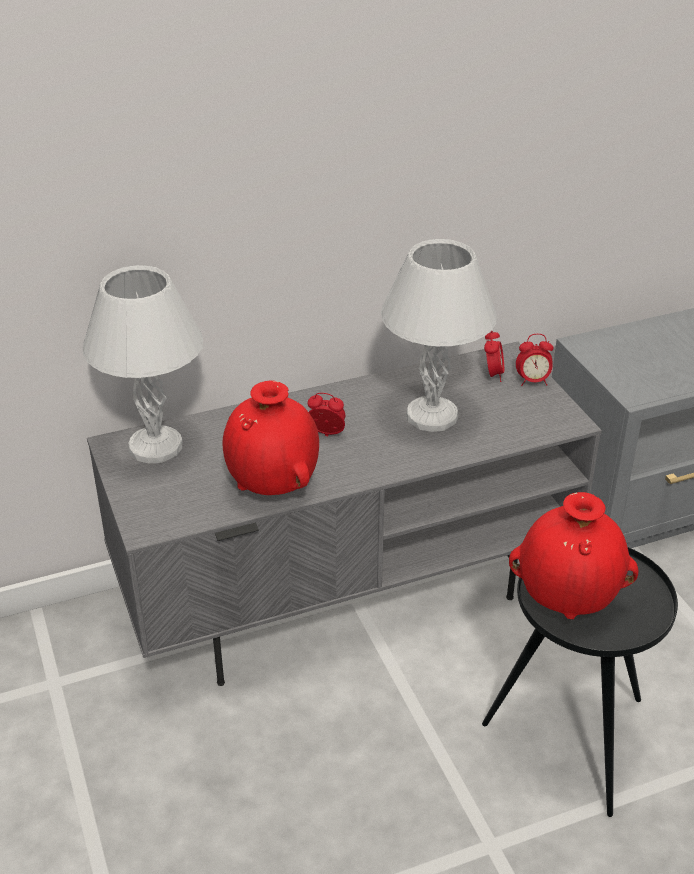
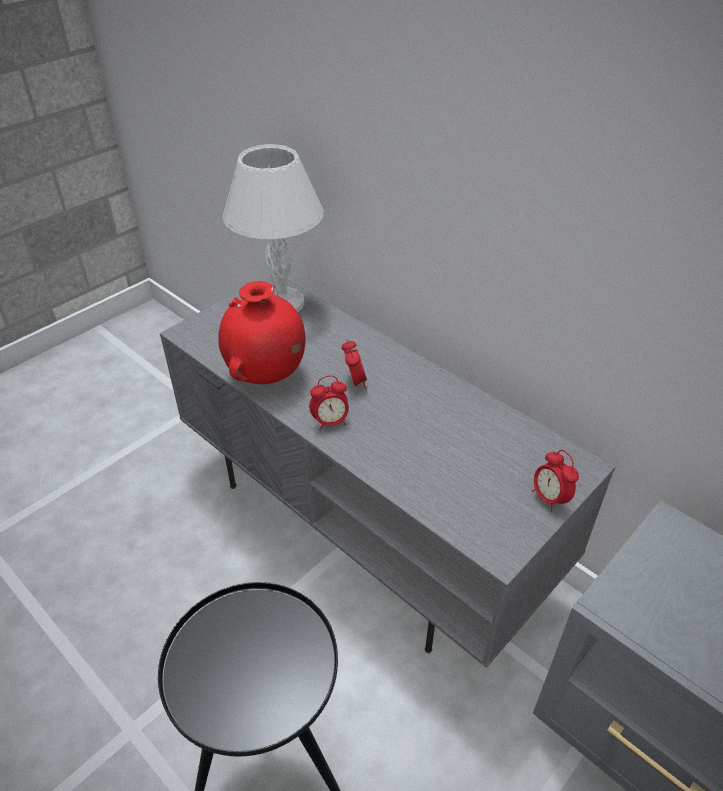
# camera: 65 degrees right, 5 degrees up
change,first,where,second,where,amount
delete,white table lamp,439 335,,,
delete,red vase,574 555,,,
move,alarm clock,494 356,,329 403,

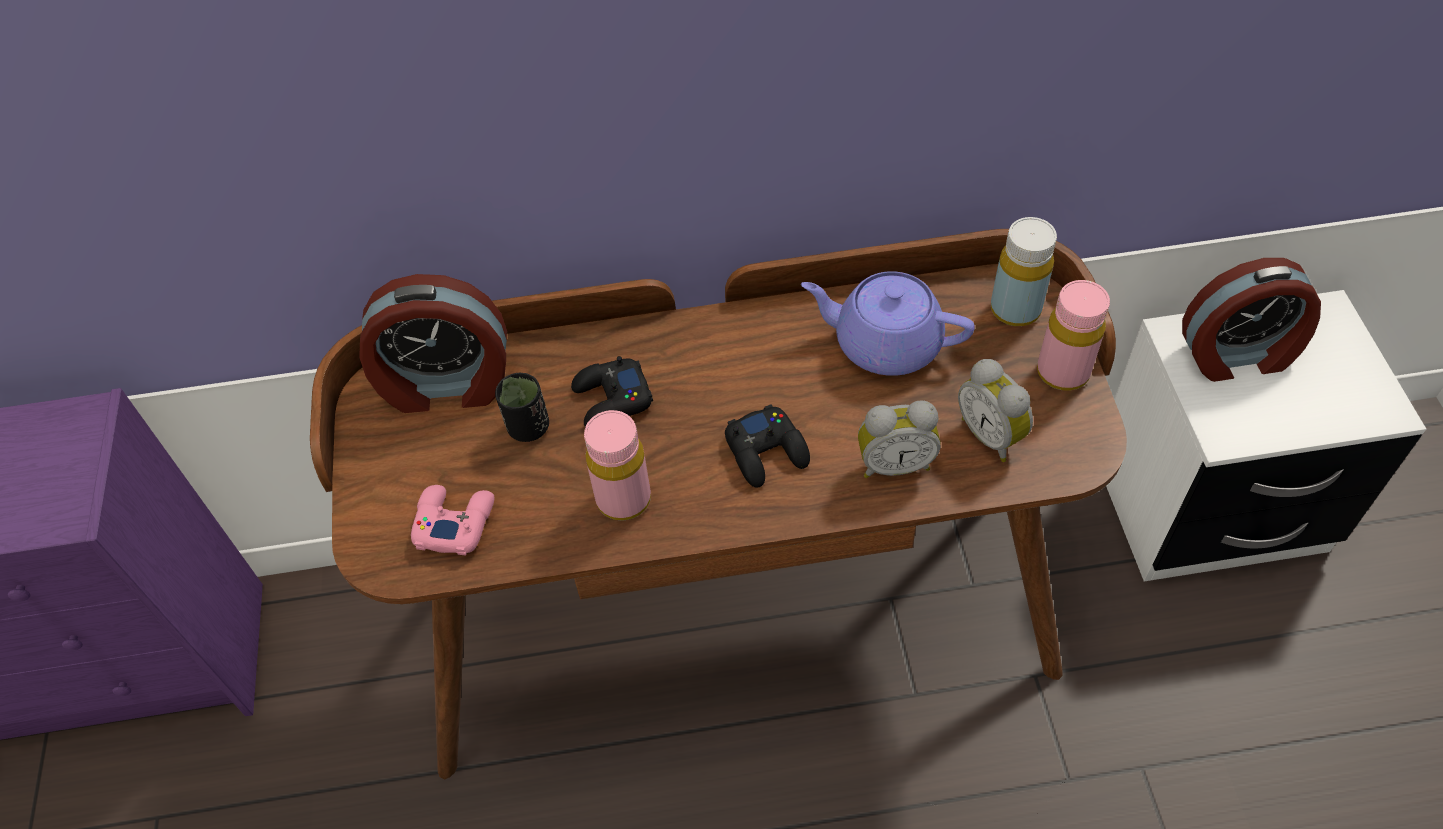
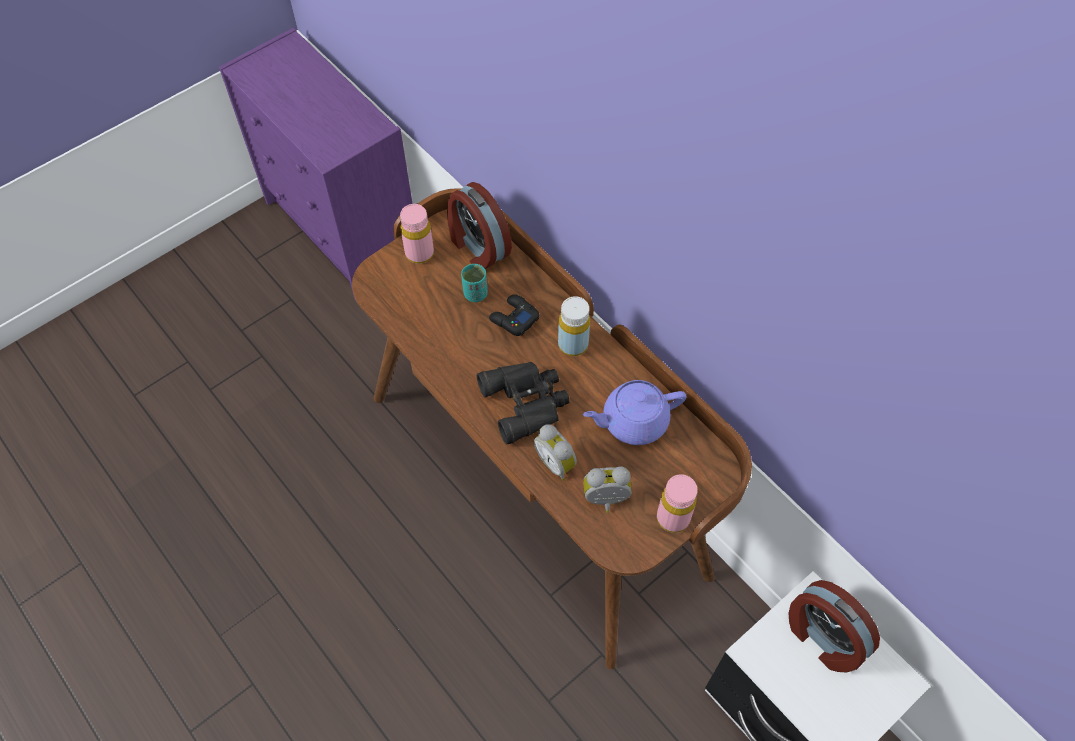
# camera: 55 degrees right, 5 degrees up
change,first,where,second,where,amount
delete,pink game controller,453 520,,,
move,pink bottle,617 465,,417 234,
move,yellow bottle,1024 271,,574 326,
replace,black game controller,767 446,black binoculars,523 403,
recolor,black cup,522 407,turquoise cup,474 283,
rotate,purple teapot,888 323,,634 412,90 degrees counterclockwise
rotate,alarm clock,995 410,,607 489,60 degrees clockwise

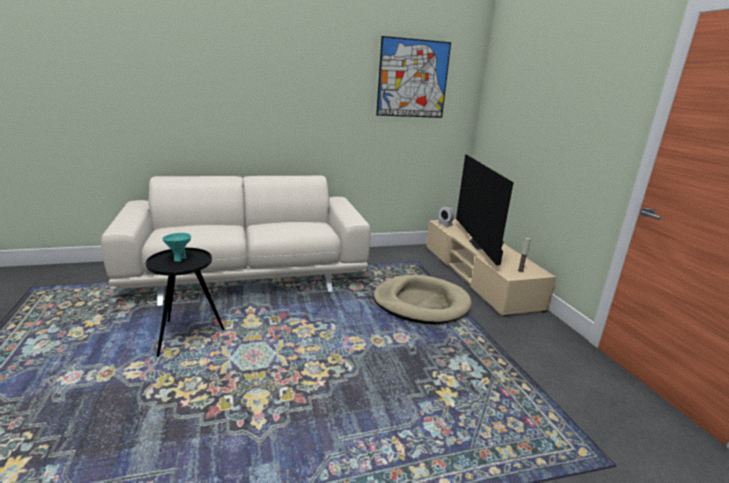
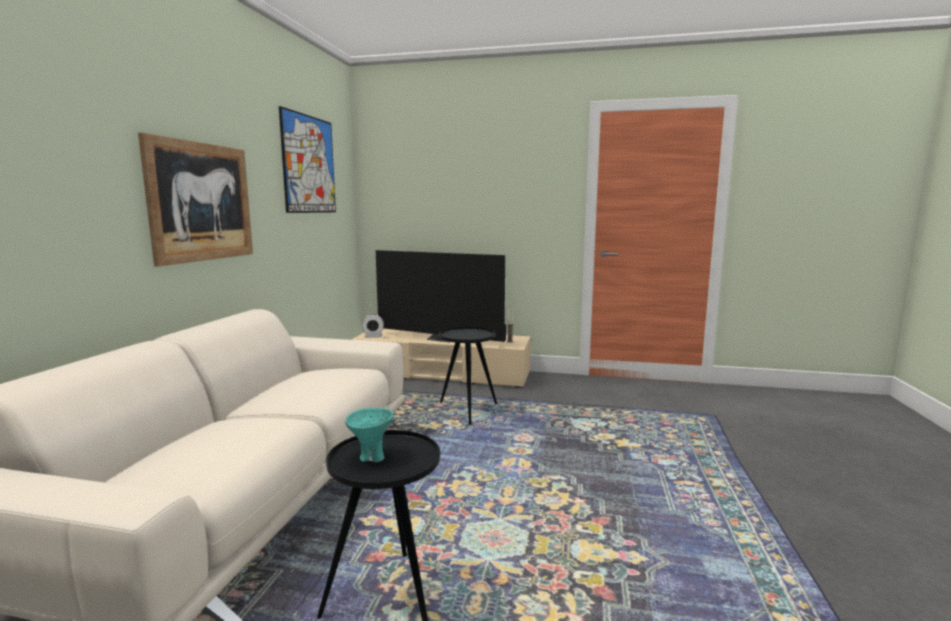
# camera: 60 degrees left, 10 degrees down
change,first,where,second,where,amount
insert,,,picture,195 199,
replace,beige dog bed,422 299,black side table,468 375,

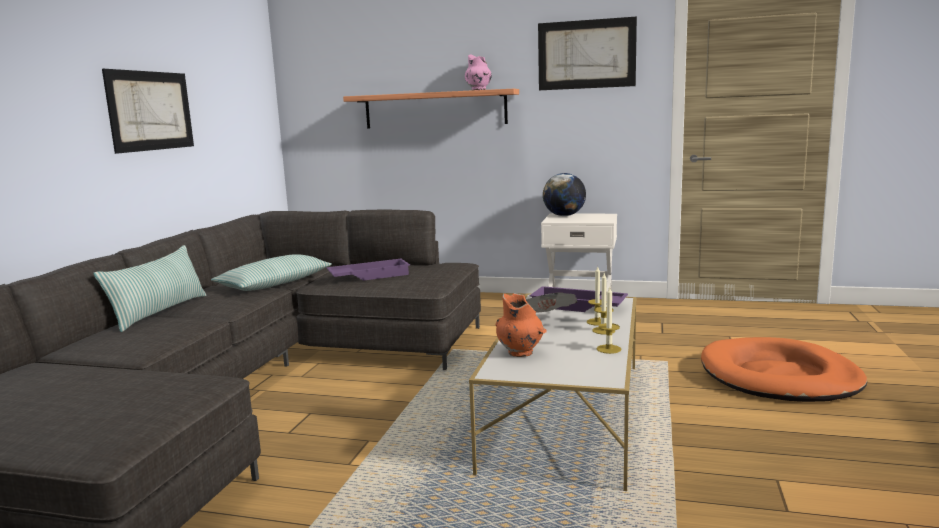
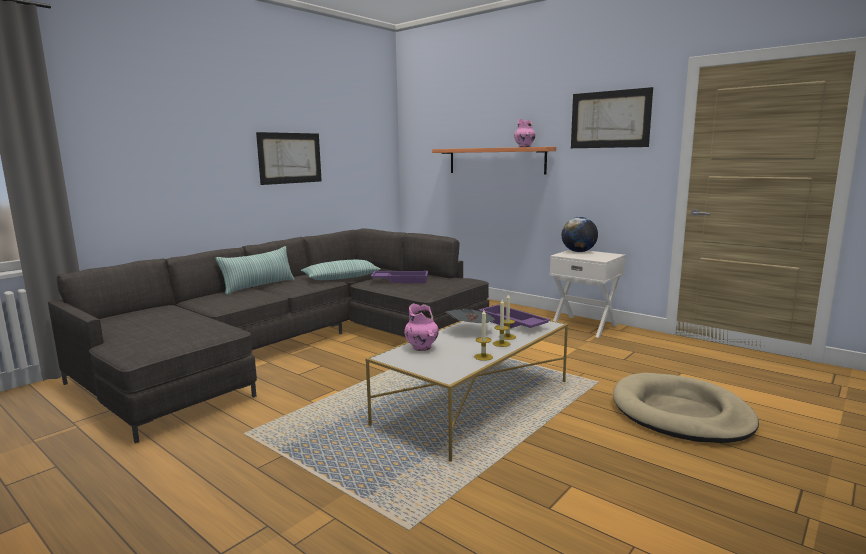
# camera: 25 degrees right, 0 degrees up
change,first,where,second,where,amount
recolor,orange vase,521 325,pink vase,421 327,
recolor,orange dog bed,784 369,beige dog bed,686 408,

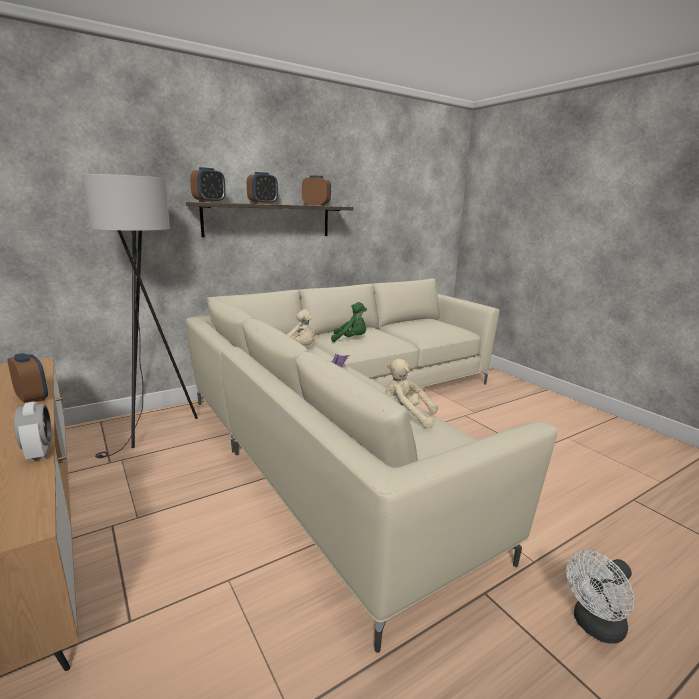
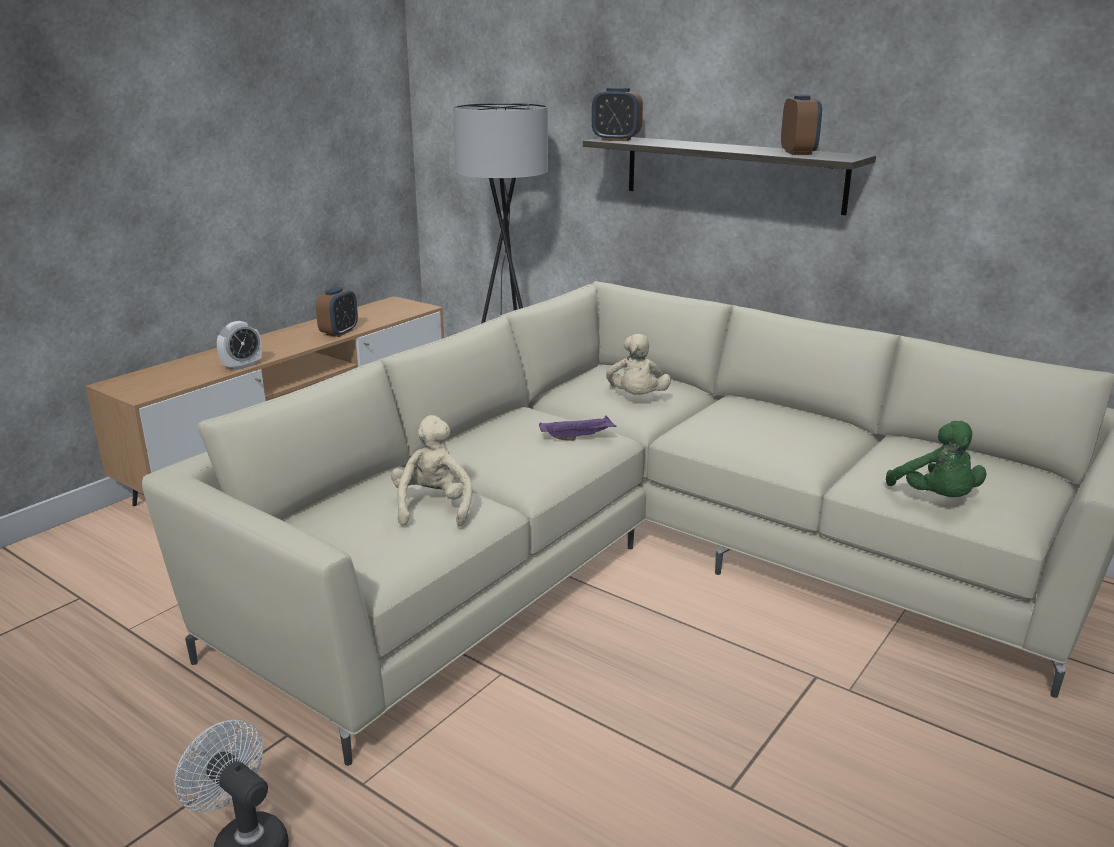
# camera: 70 degrees right, 5 degrees up
change,first,where,second,where,amount
delete,alarm clock,262 188,,,
move,green plush toy,349 322,,936 459,

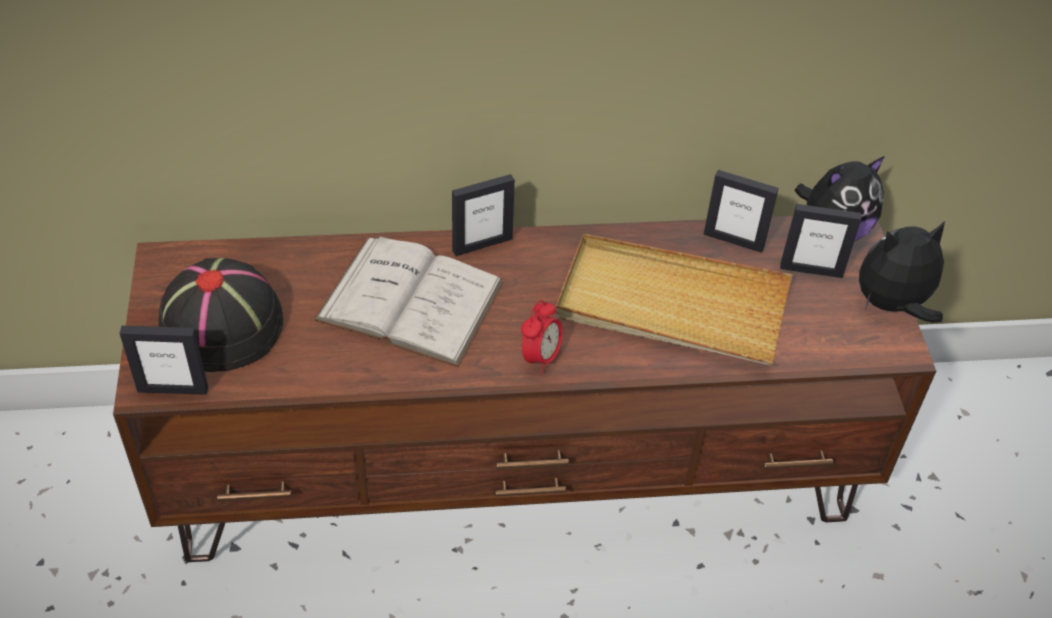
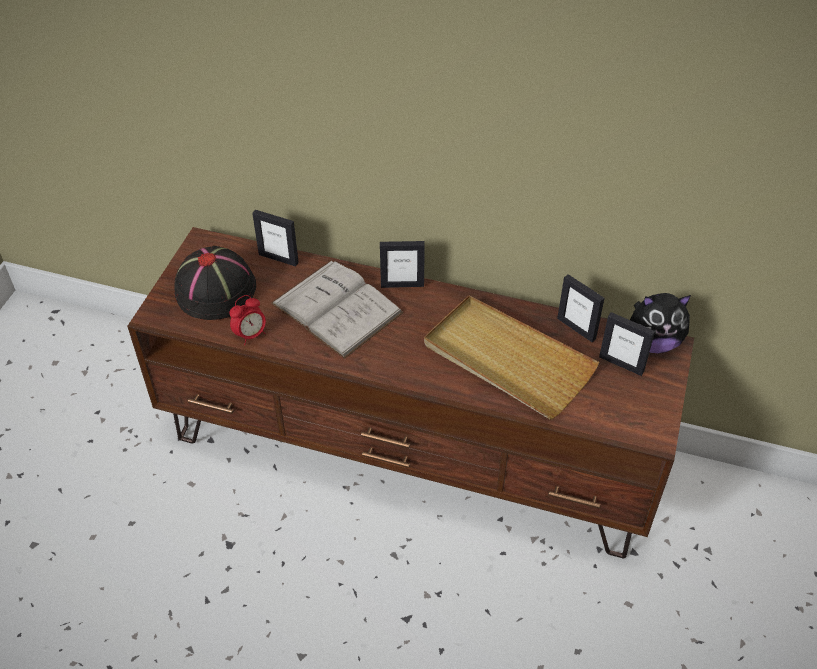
# camera: 25 degrees right, 0 degrees up
change,first,where,second,where,amount
delete,plush toy,902 272,,,
move,picture frame,163 360,,275 238,
move,alarm clock,542 337,,247 320,

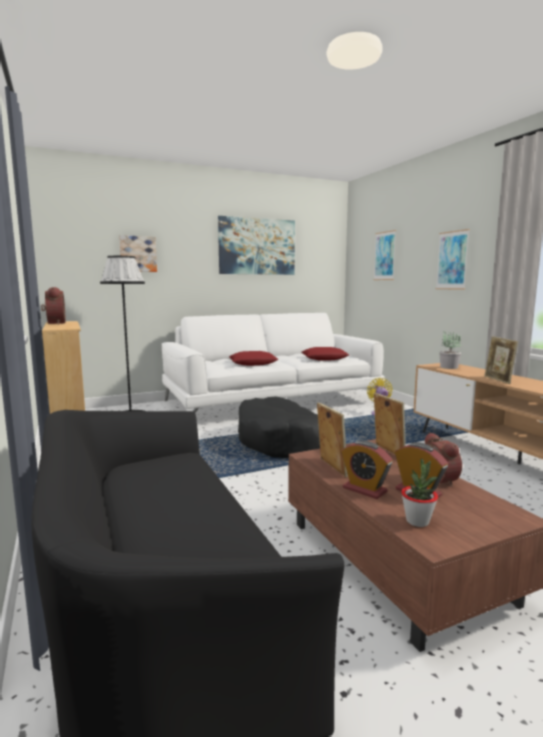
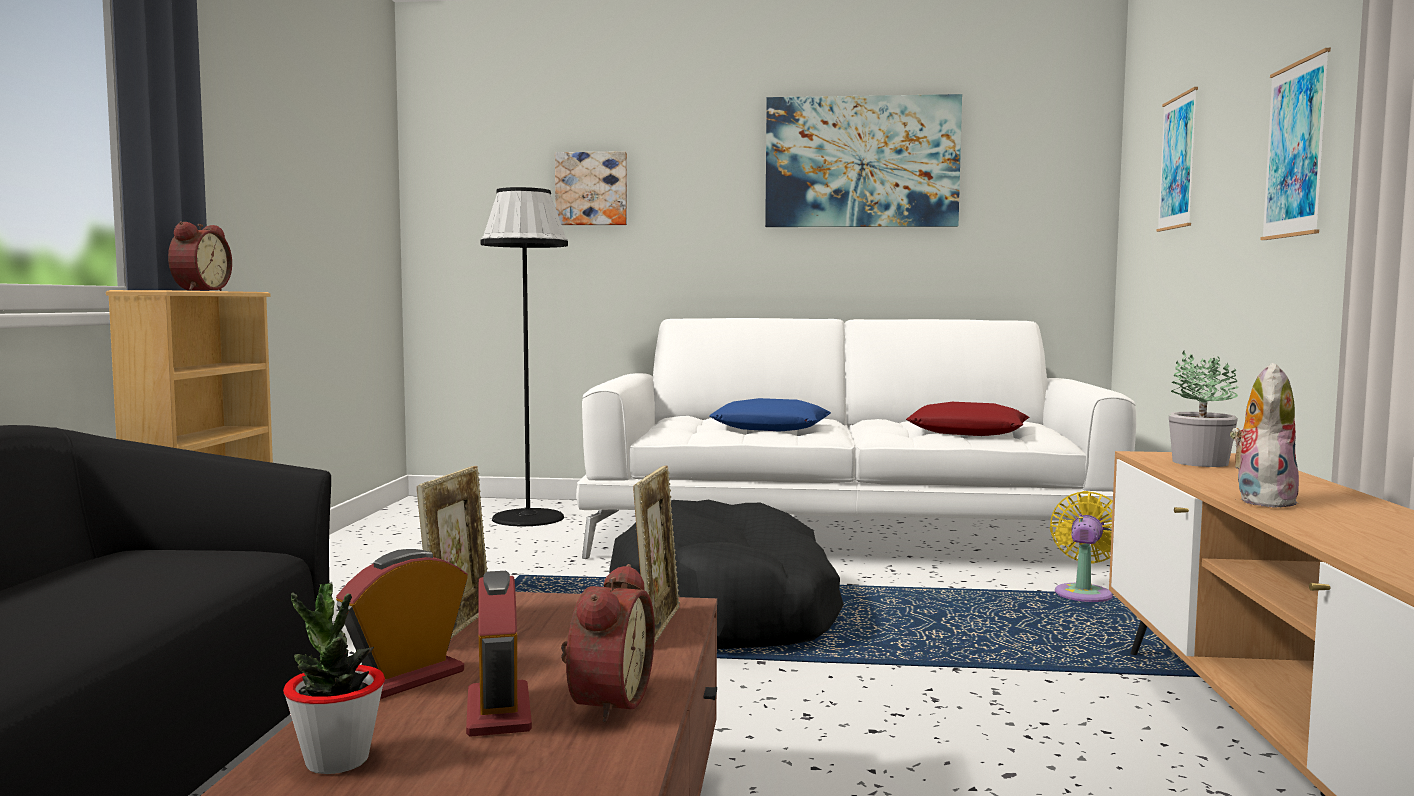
# camera: 30 degrees right, 5 degrees down
change,first,where,second,where,amount
replace,picture frame,501 360,plush toy,1264 435,
recolor,red pillow,254 358,blue pillow,770 415,
rotate,alarm clock,367 469,,402 624,60 degrees clockwise

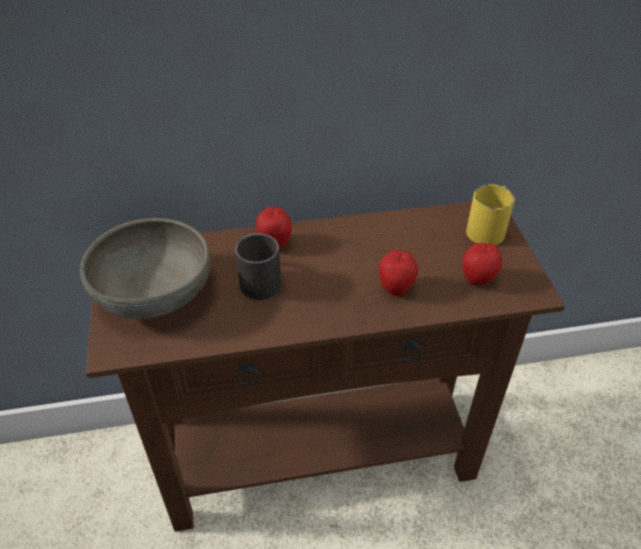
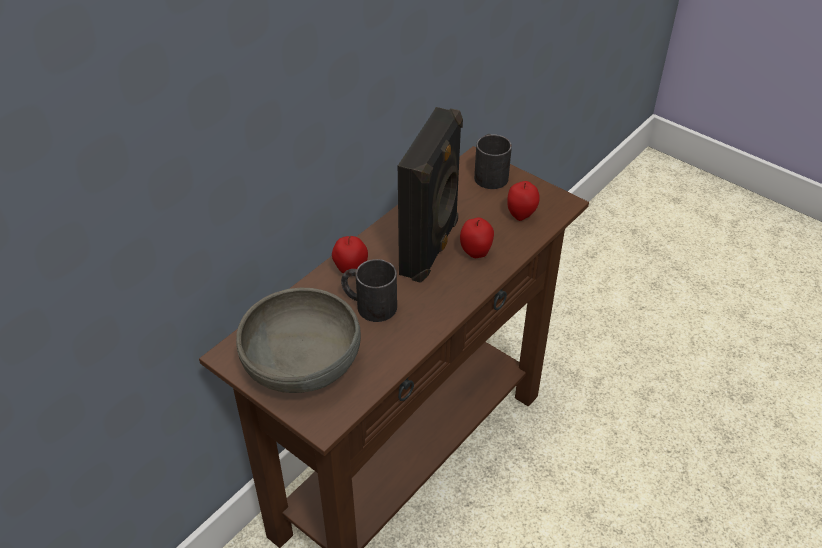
# camera: 40 degrees left, 0 degrees up
change,first,where,second,where,amount
insert,,,black speaker,430 195,
recolor,yellow mug,490 214,black mug,493 161,

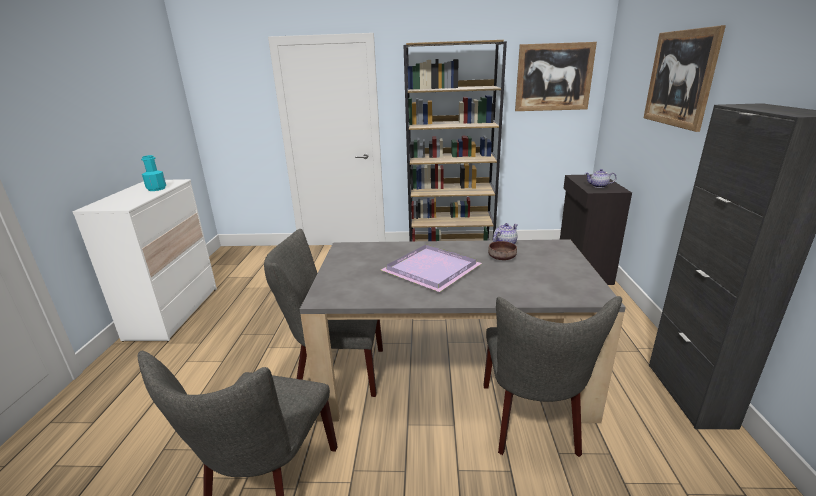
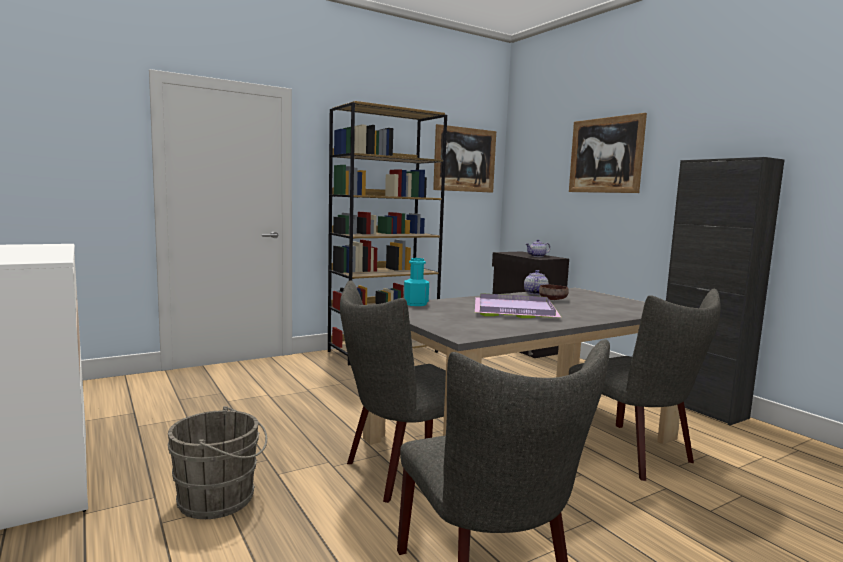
# camera: 35 degrees left, 15 degrees down
change,first,where,second,where,amount
insert,,,grey bucket,217 462,
move,turquoise bottle,153 173,,416 282,

